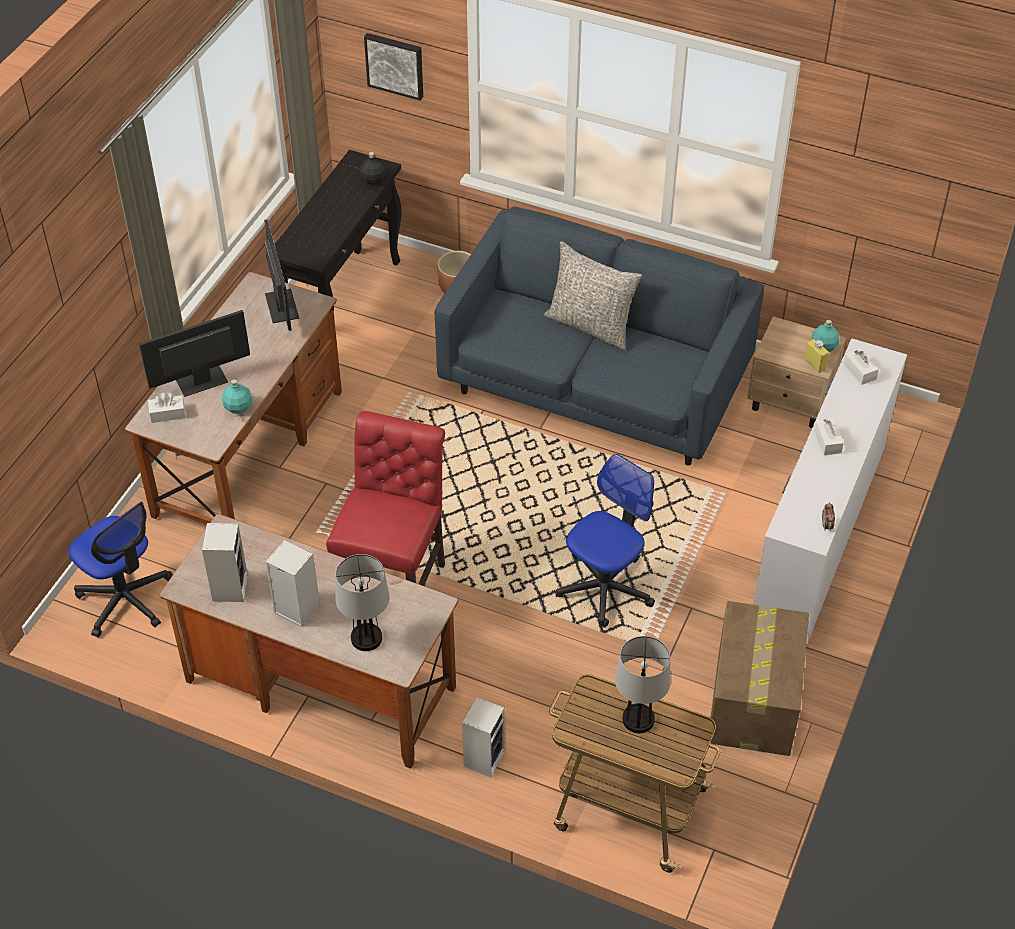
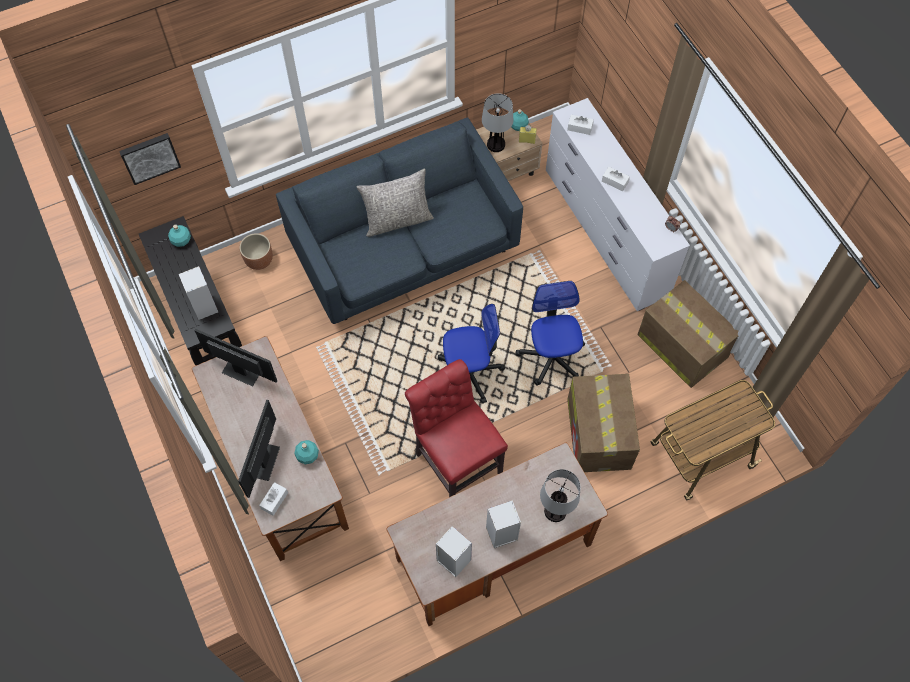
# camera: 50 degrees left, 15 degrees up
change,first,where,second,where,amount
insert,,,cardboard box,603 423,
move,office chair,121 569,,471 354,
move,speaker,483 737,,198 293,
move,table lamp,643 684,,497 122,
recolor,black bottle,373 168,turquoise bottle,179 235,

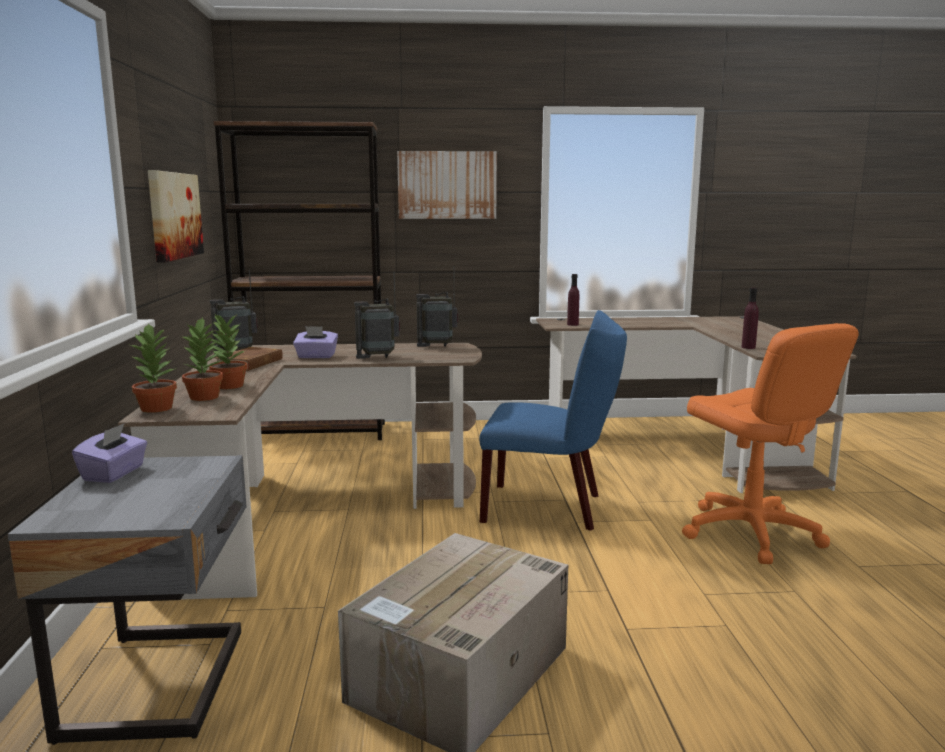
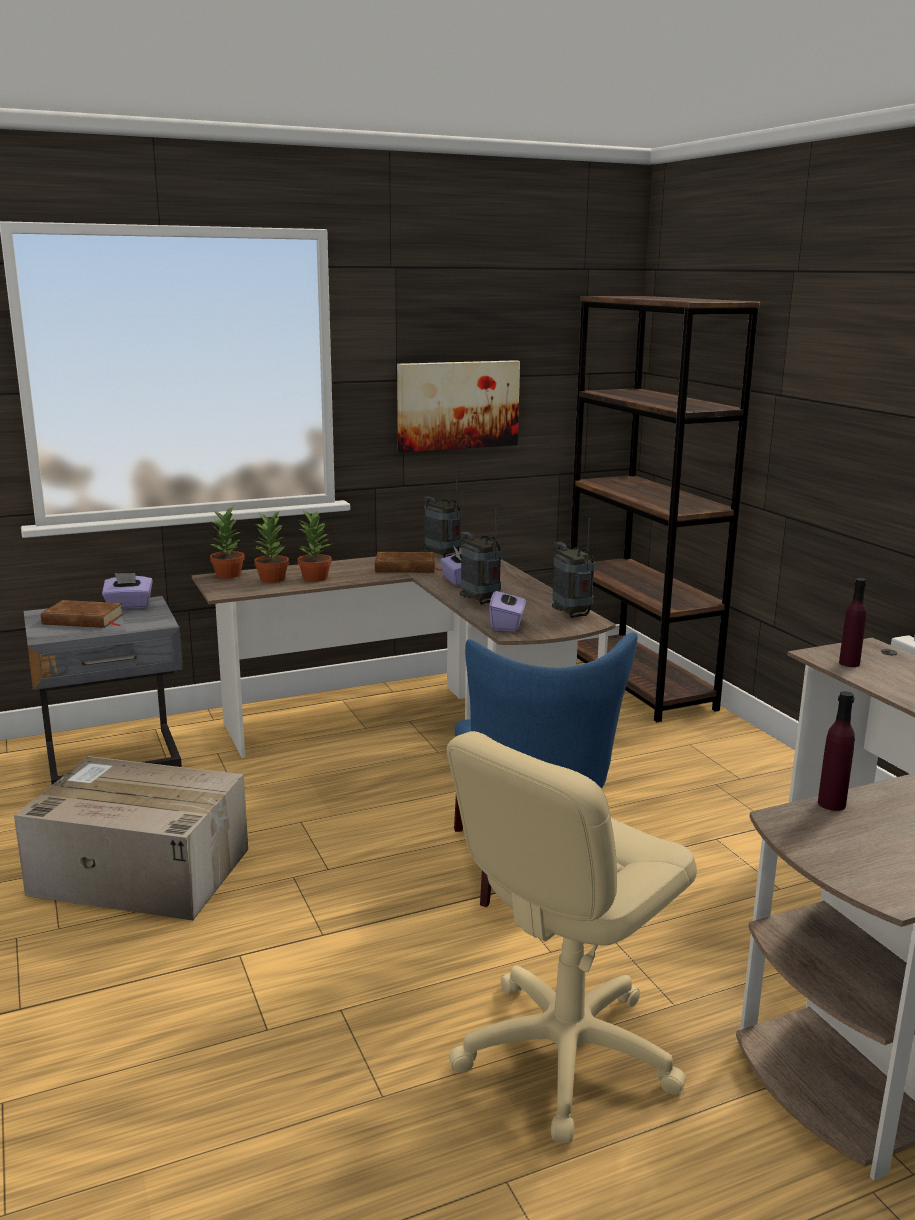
# camera: 70 degrees right, 5 degrees up
change,first,where,second,where,amount
delete,picture,447 185,,,
insert,,,brown book,82 614,
insert,,,purple tissue box,507 609,
recolor,orange office chair,770 443,beige office chair,572 937,

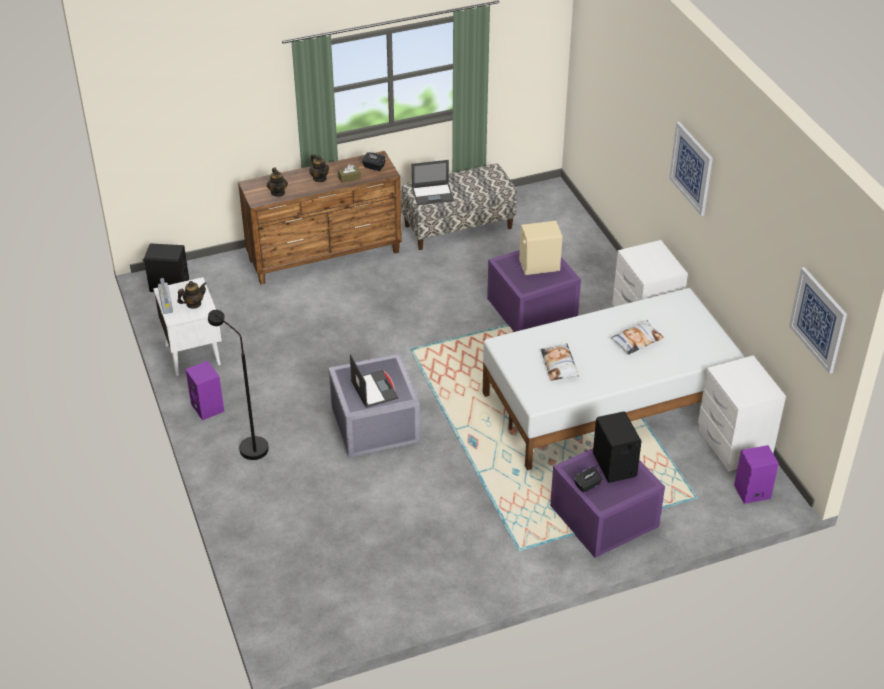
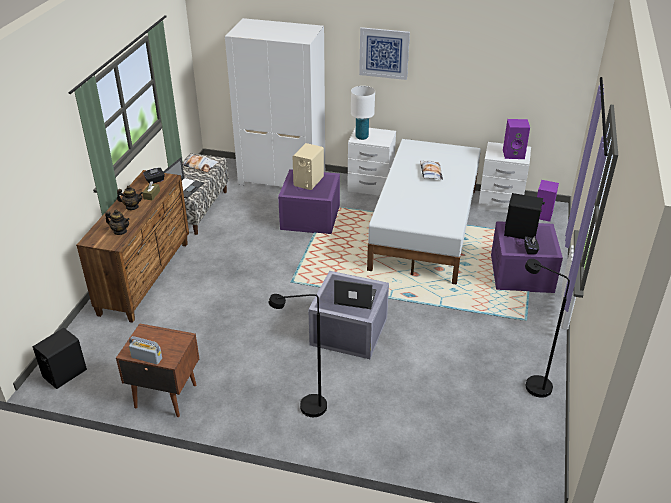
# camera: 55 degrees left, 5 degrees down
change,first,where,second,where,amount
delete,teapot,192 294,,,
delete,picture,818 320,,,
insert,,,white wardrobe,275 102,
insert,,,white table lamp,363 113,
insert,,,black floor lamp,547 328,
move,purple speaker,204 390,,516 139,
move,pillow,560 362,,200 163,
recolor,white nightstand,187 326,brown nightstand,157 370,

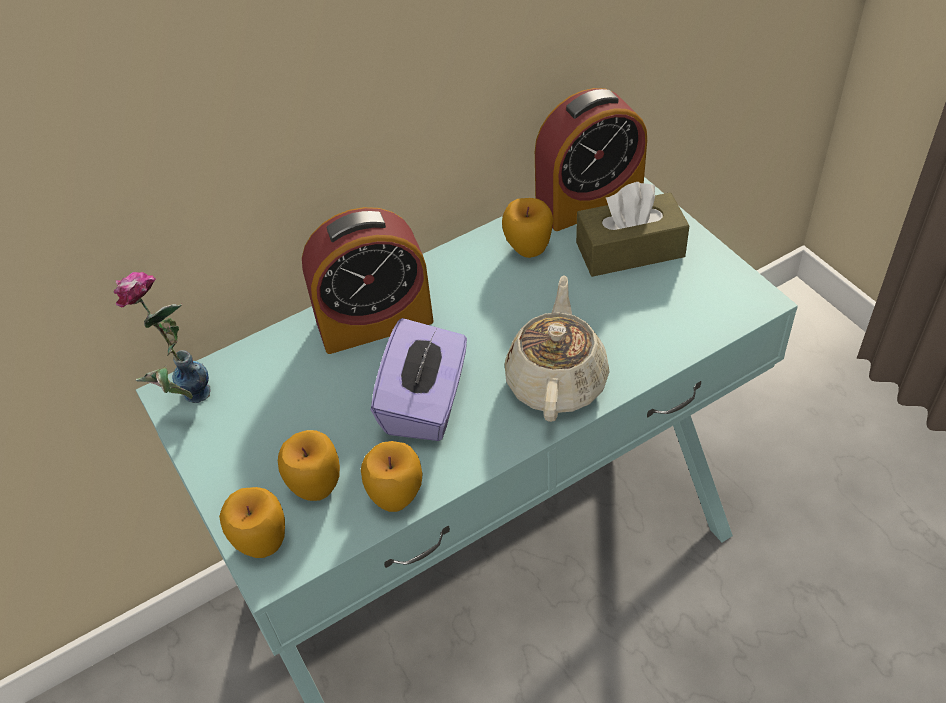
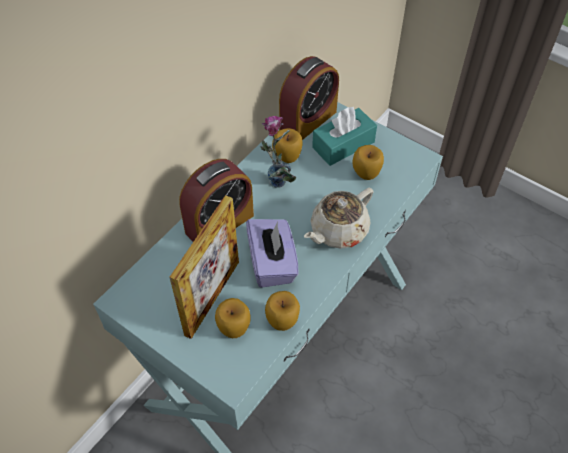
# camera: 25 degrees left, 5 degrees up
change,first,where,second,where,amount
insert,,,picture frame,204 267,
move,vase,162 337,,278 152,
move,apple,252 522,,368 162,
recolor,brown tissue box,632 229,turquoise tissue box,344 136,
rotate,beige teapot,556 348,,339 218,120 degrees counterclockwise

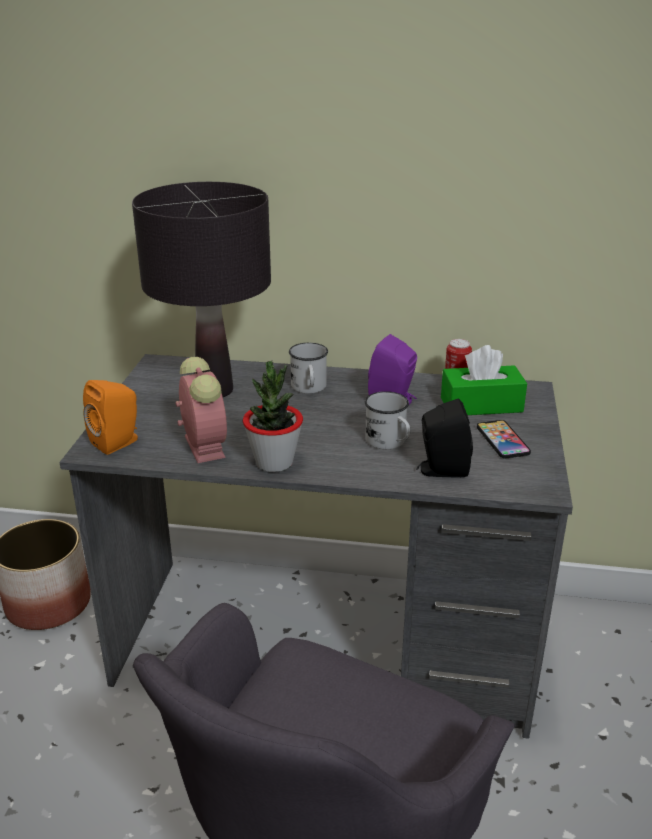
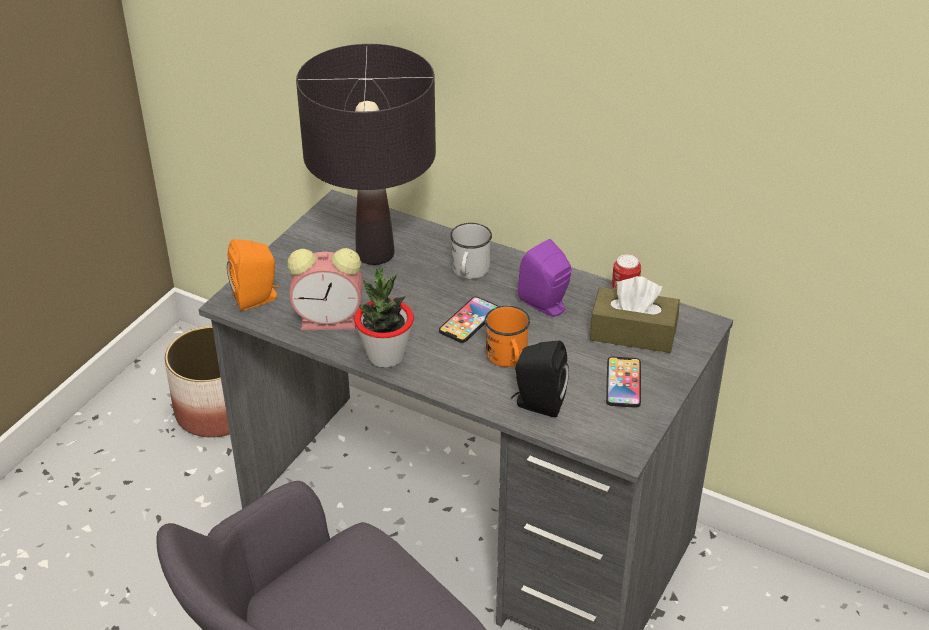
# camera: 20 degrees right, 10 degrees up
change,first,where,second,where,amount
insert,,,phone,469 320,
recolor,white mug,388 420,orange mug,507 336,
recolor,green tissue box,484 380,brown tissue box,635 314,
rotate,alarm clock,201 410,,325 289,90 degrees clockwise

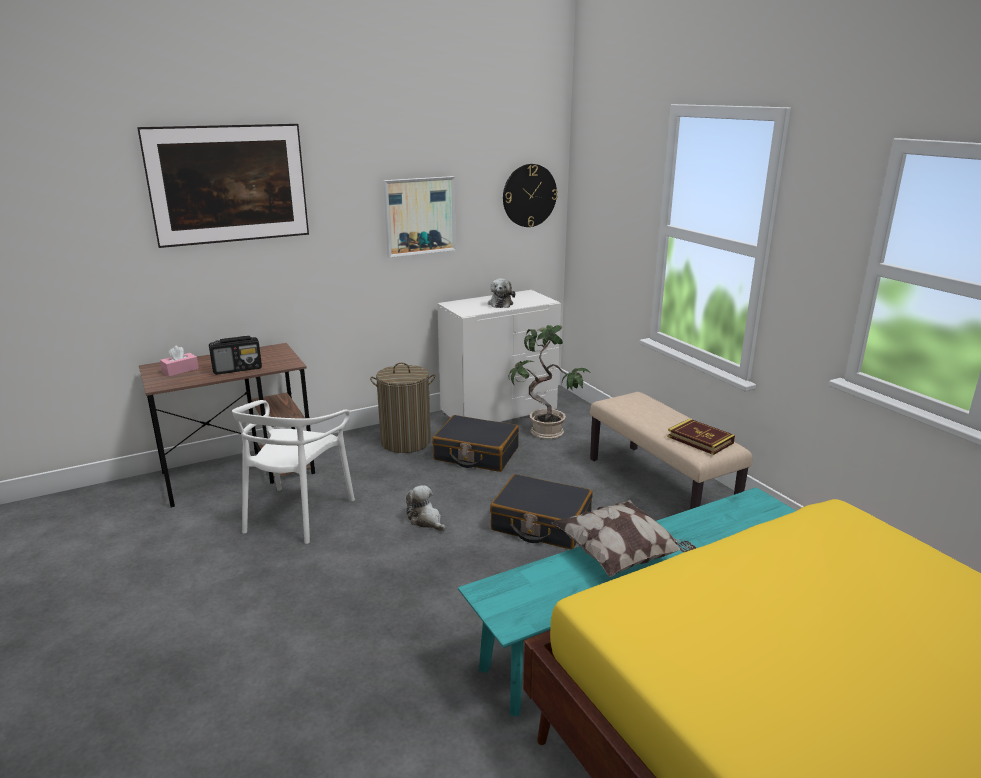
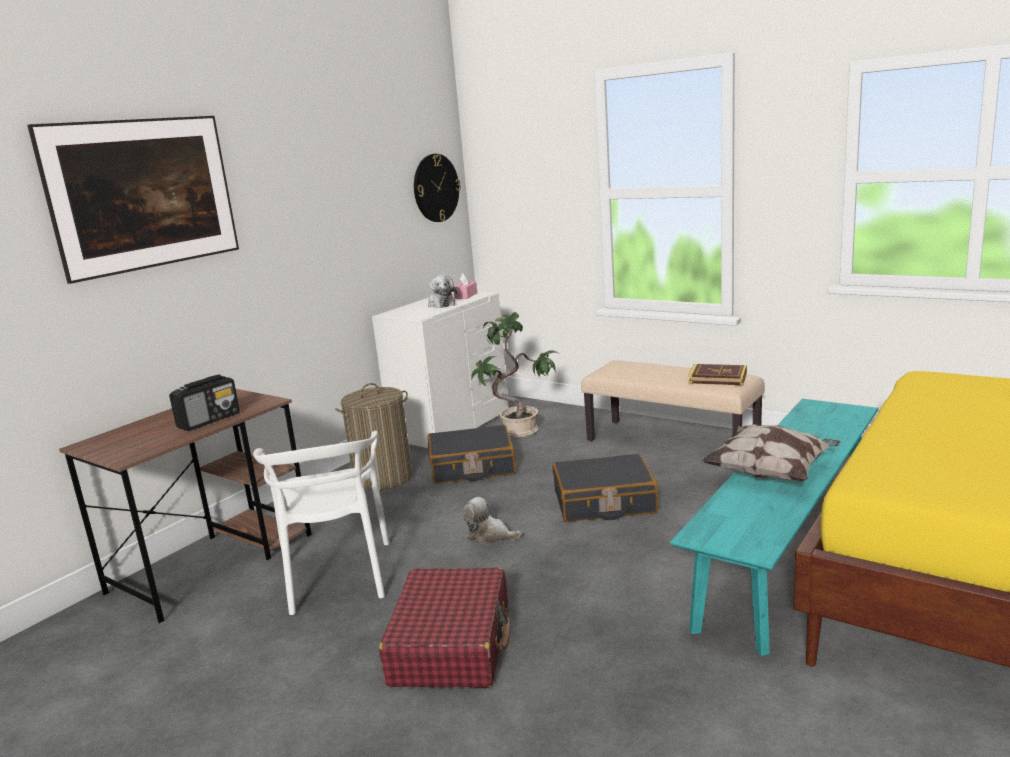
# camera: 25 degrees left, 5 degrees down
change,first,where,second,where,amount
delete,picture,419 216,,,
insert,,,red suitcase,444 627,
move,pink tissue box,179 361,,465 286,

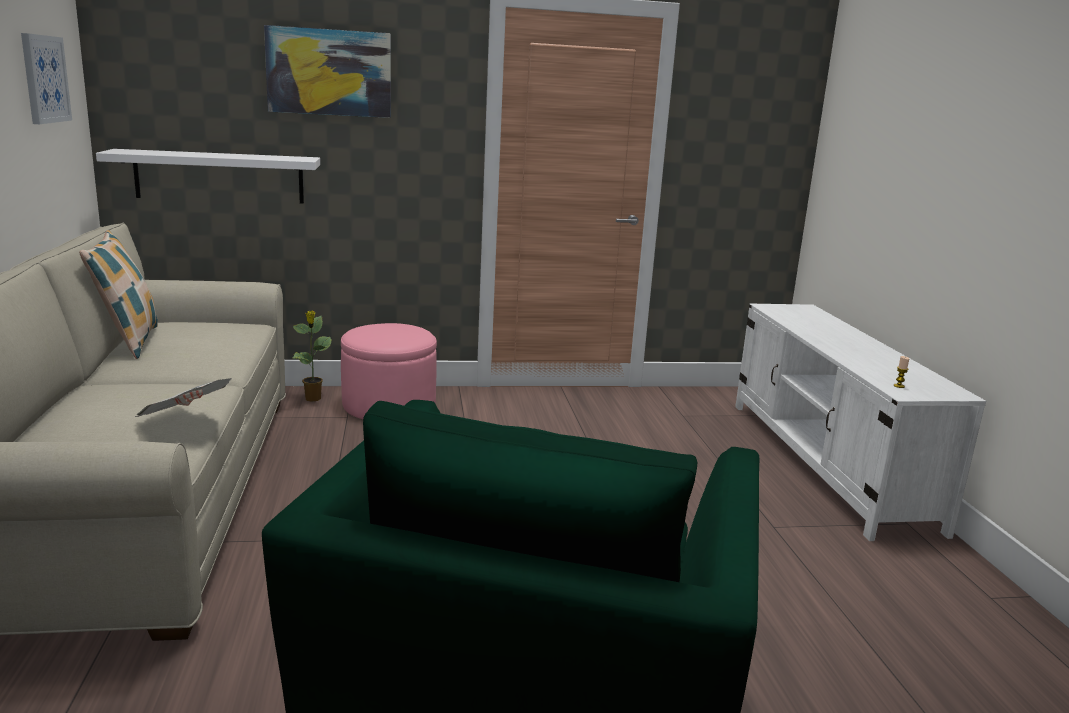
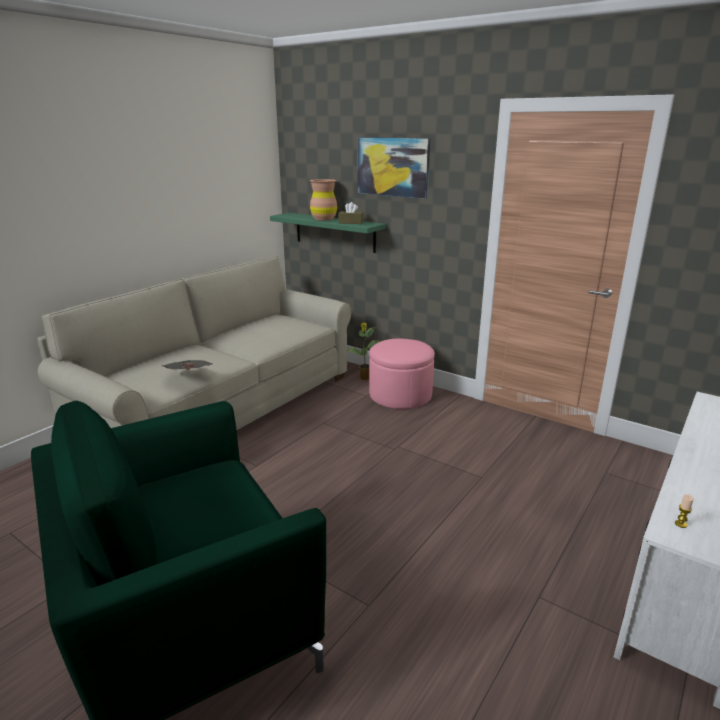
# camera: 45 degrees right, 5 degrees up
change,first,where,second,where,amount
delete,picture,46 78,,,
delete,pillow,118 294,,,
insert,,,brown vase,323 199,
insert,,,brown tissue box,351 213,
recolor,white shelf,208 176,green shelf,328 233,

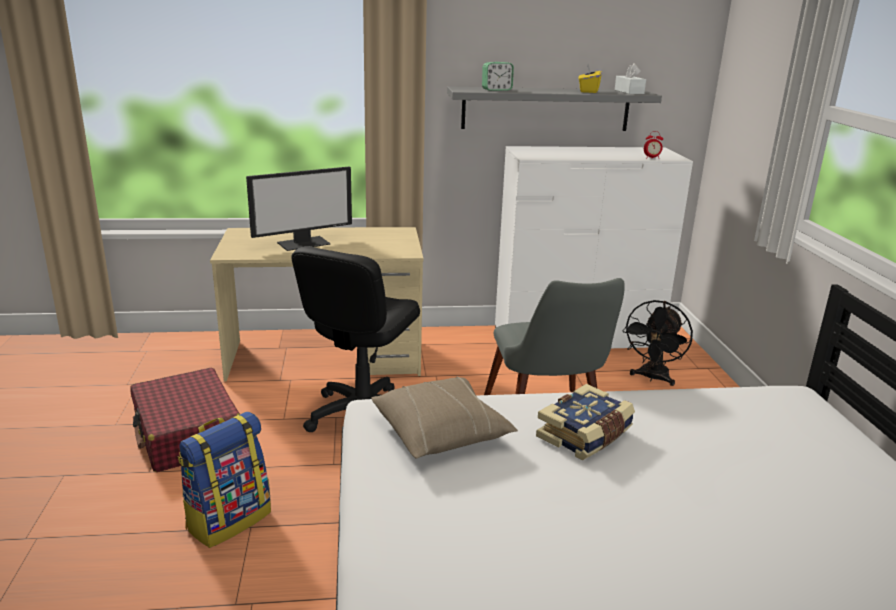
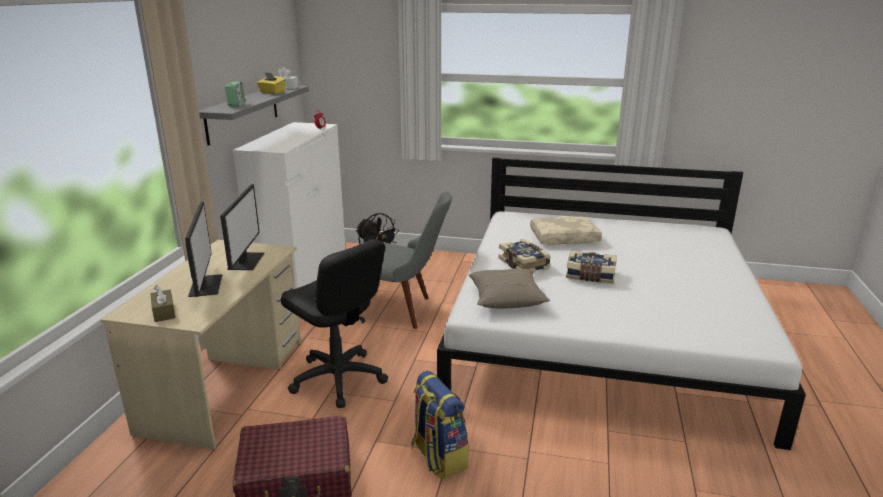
# camera: 70 degrees left, 0 degrees up
change,first,where,second,where,amount
insert,,,brown tissue box,163 303,
insert,,,monitor,242 227,
insert,,,beige pillow,566 231,
insert,,,book,591 267,

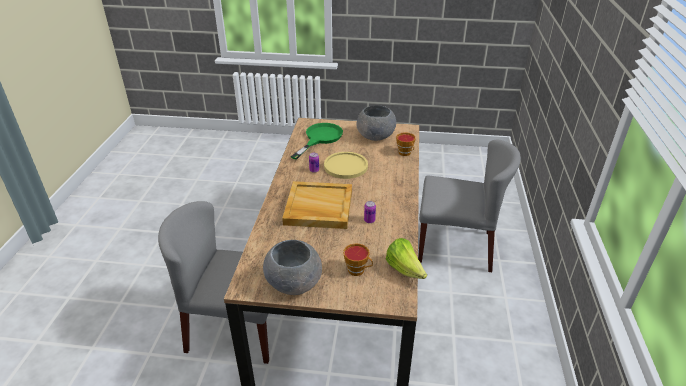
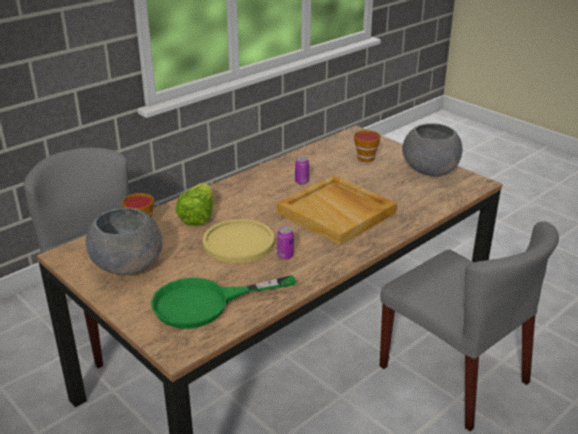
# camera: 140 degrees left, 5 degrees down
change,first,where,second,where,amount
move,lettuce,406 258,,195 204,

